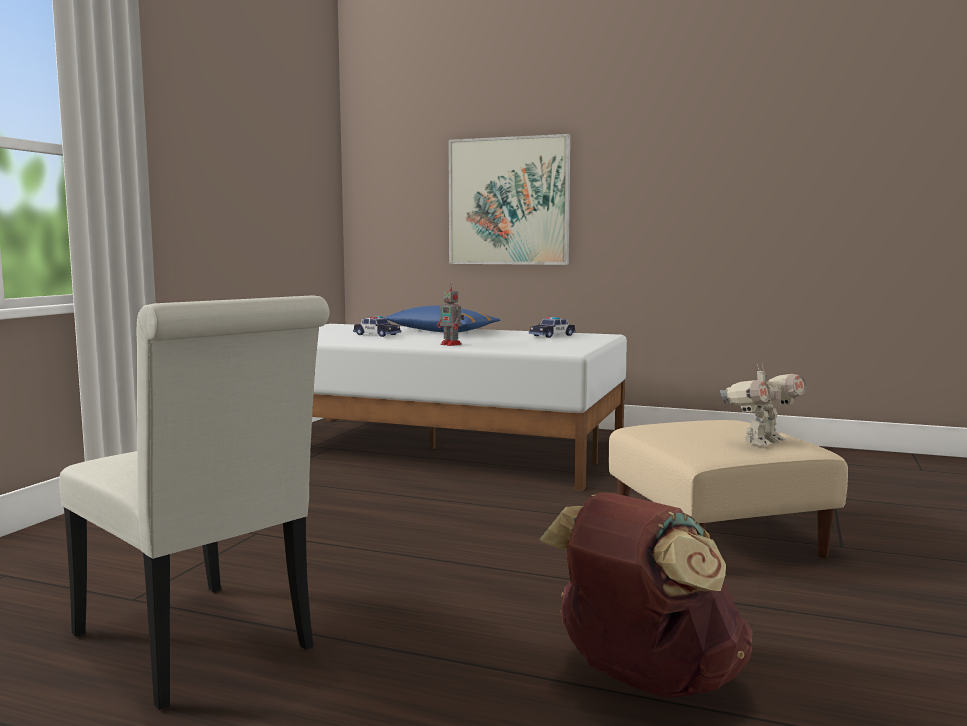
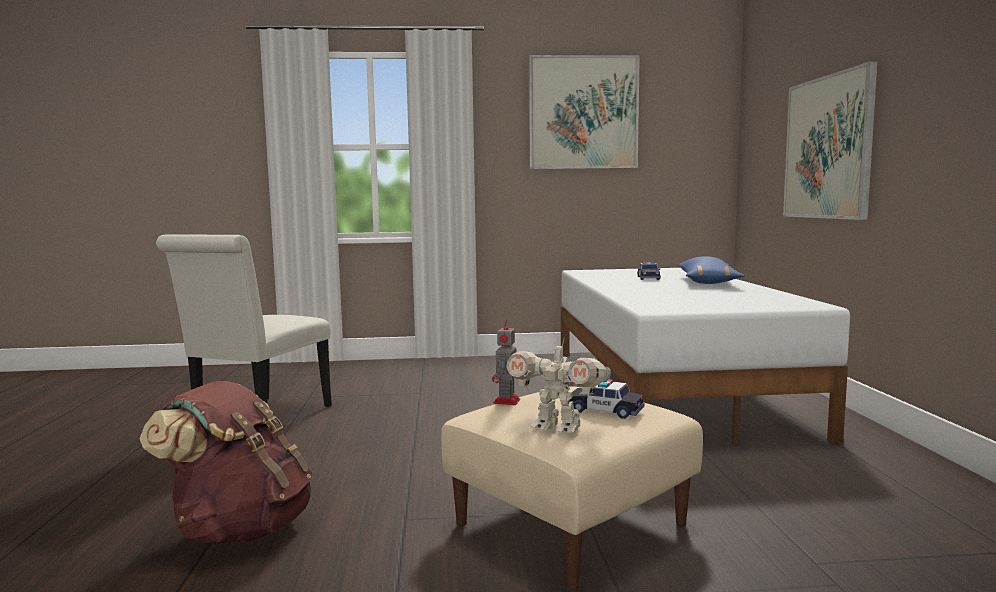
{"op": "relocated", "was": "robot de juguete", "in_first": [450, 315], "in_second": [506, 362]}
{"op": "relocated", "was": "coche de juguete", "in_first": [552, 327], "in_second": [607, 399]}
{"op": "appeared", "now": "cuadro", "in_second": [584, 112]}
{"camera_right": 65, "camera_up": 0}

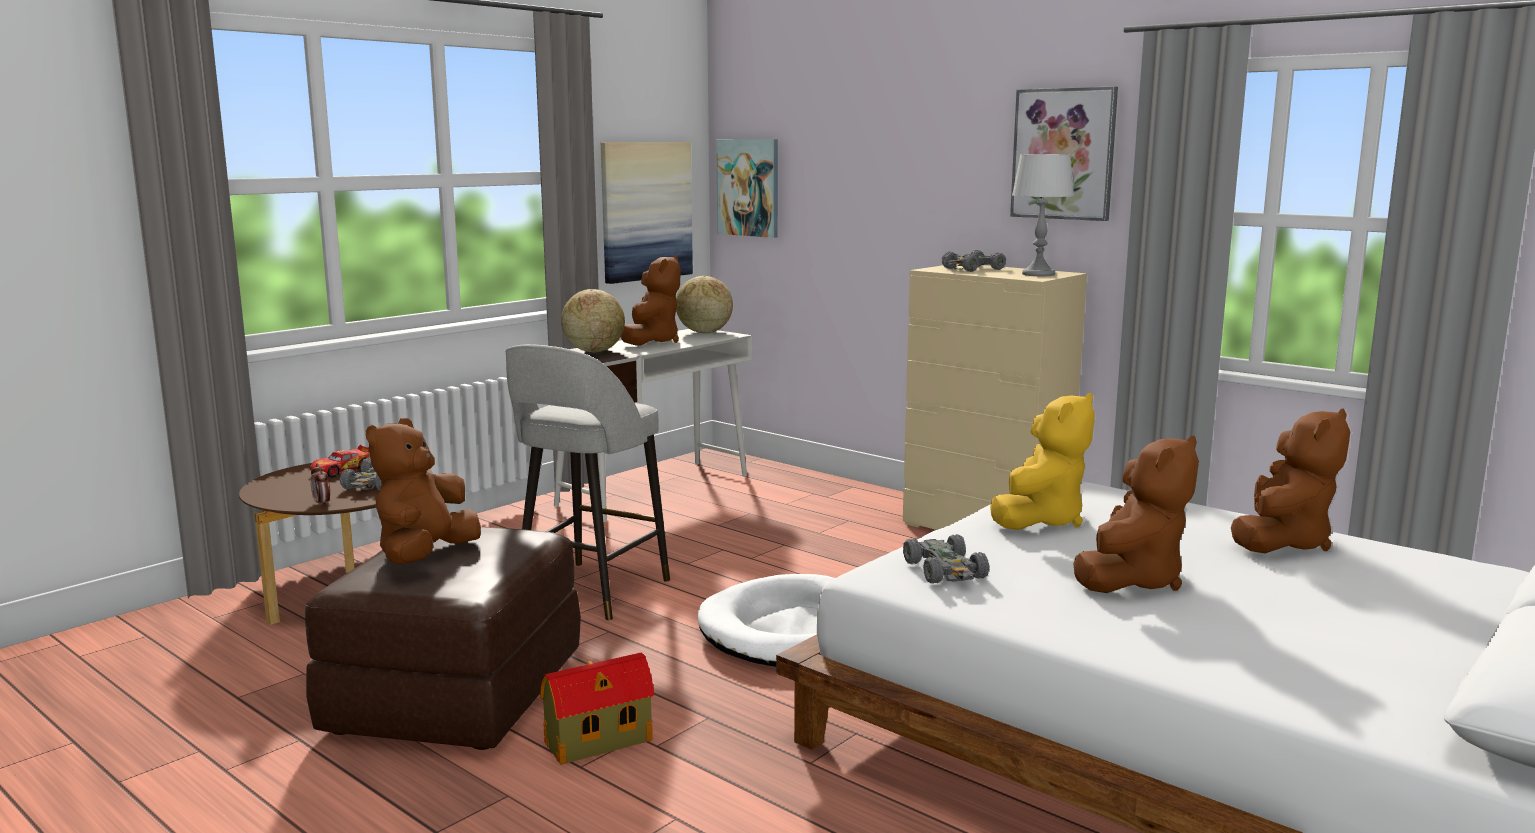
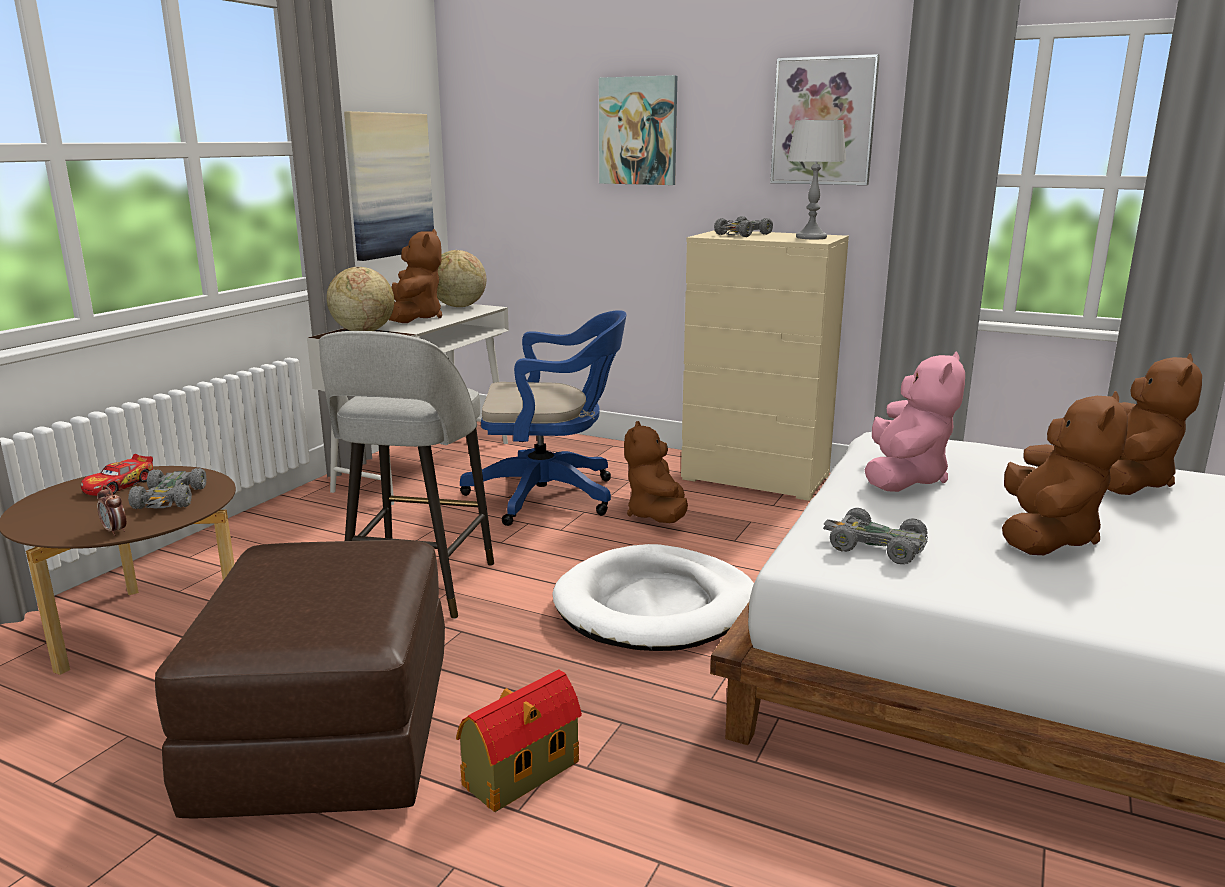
{"op": "relocated", "was": "cuadro", "in_first": [747, 188], "in_second": [638, 130]}
{"op": "colour", "was": "peluche/amarillo", "now": "peluche/rosa", "in_first": [1042, 461], "in_second": [915, 421]}
{"op": "relocated", "was": "peluche/marrón", "in_first": [423, 491], "in_second": [656, 472]}
{"op": "spun", "was": "coche de juguete/gris", "in_first": [946, 559], "in_second": [875, 536], "clockwise": 150}
{"op": "appeared", "now": "silla de oficina/azul", "in_second": [543, 418]}
{"camera_right": -15, "camera_up": 5}

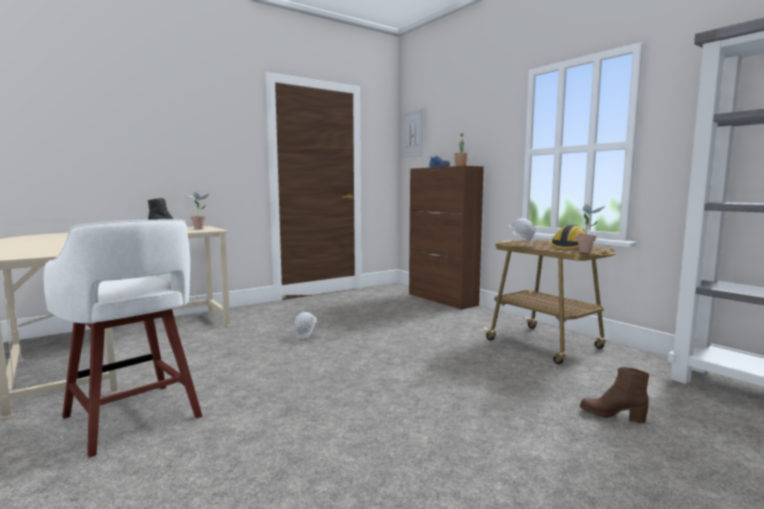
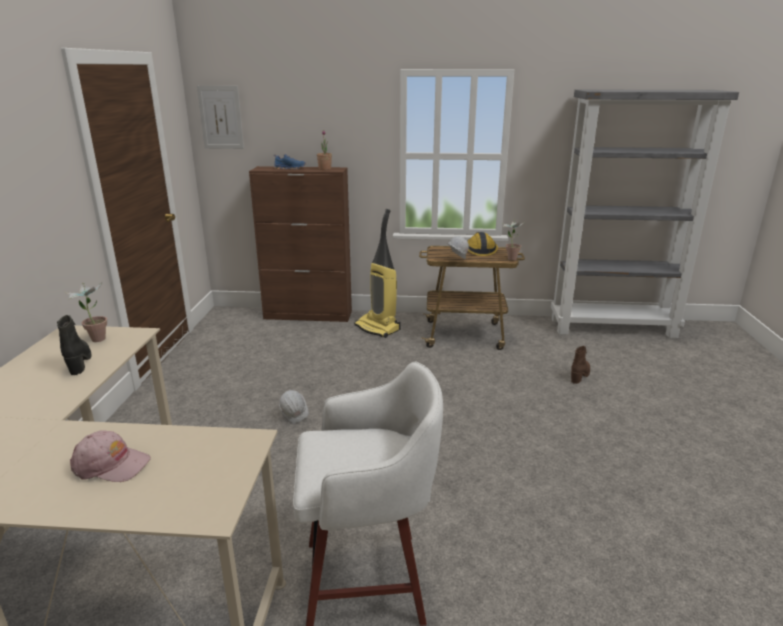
{"op": "spun", "was": "bota/marrón", "in_first": [614, 395], "in_second": [580, 365], "clockwise": 150}
{"op": "appeared", "now": "aspiradora", "in_second": [377, 273]}
{"op": "appeared", "now": "gorra/rosa", "in_second": [110, 456]}
{"camera_right": -50, "camera_up": 15}

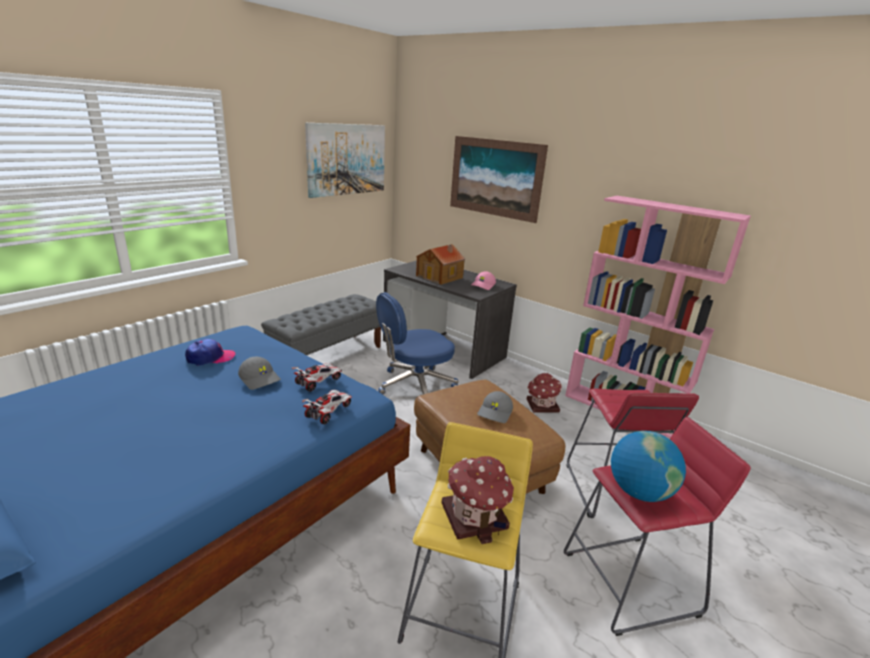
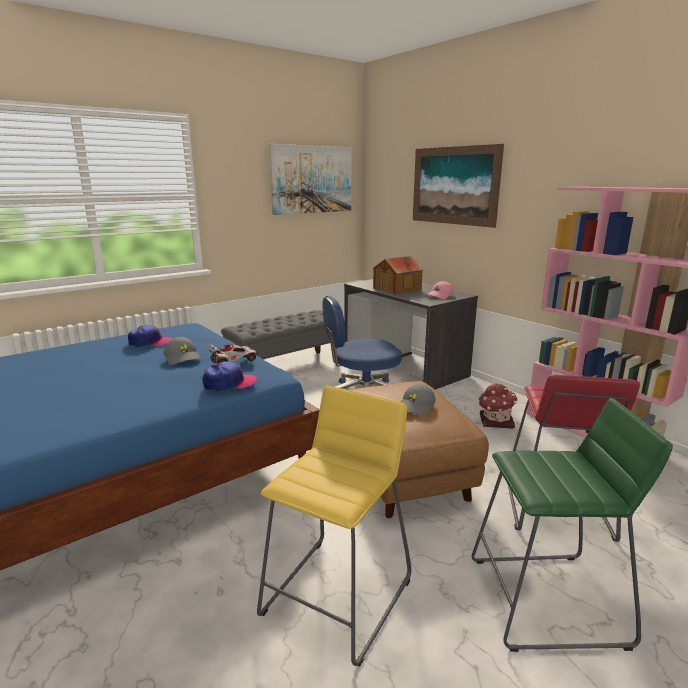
{"op": "exchanged", "was": "coche de juguete", "now": "gorra", "in_first": [327, 407], "in_second": [230, 376]}
{"op": "colour", "was": "taburete/rojo", "now": "taburete/verde", "in_first": [657, 526], "in_second": [572, 525]}
{"op": "missing", "was": "globo terráqueo", "in_first": [648, 466]}
{"op": "missing", "was": "casita", "in_first": [477, 500]}
{"camera_right": 15, "camera_up": -5}

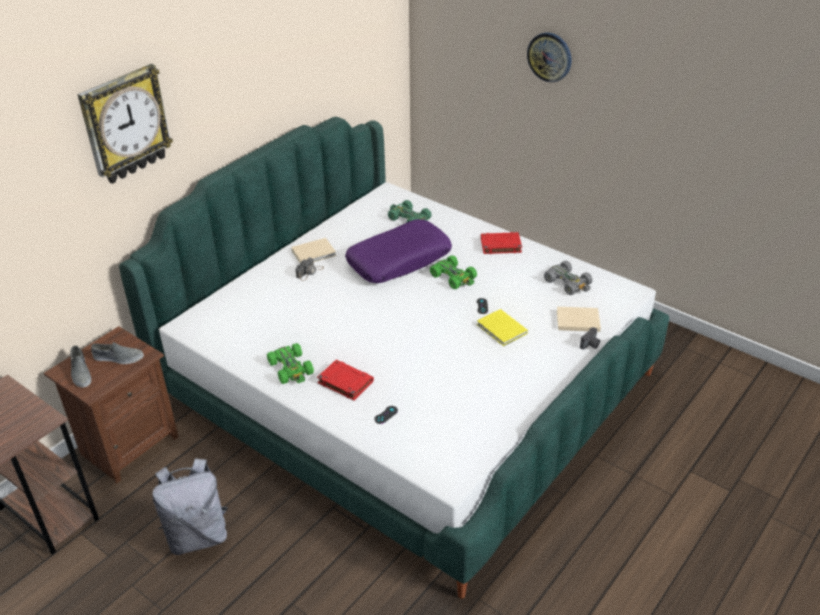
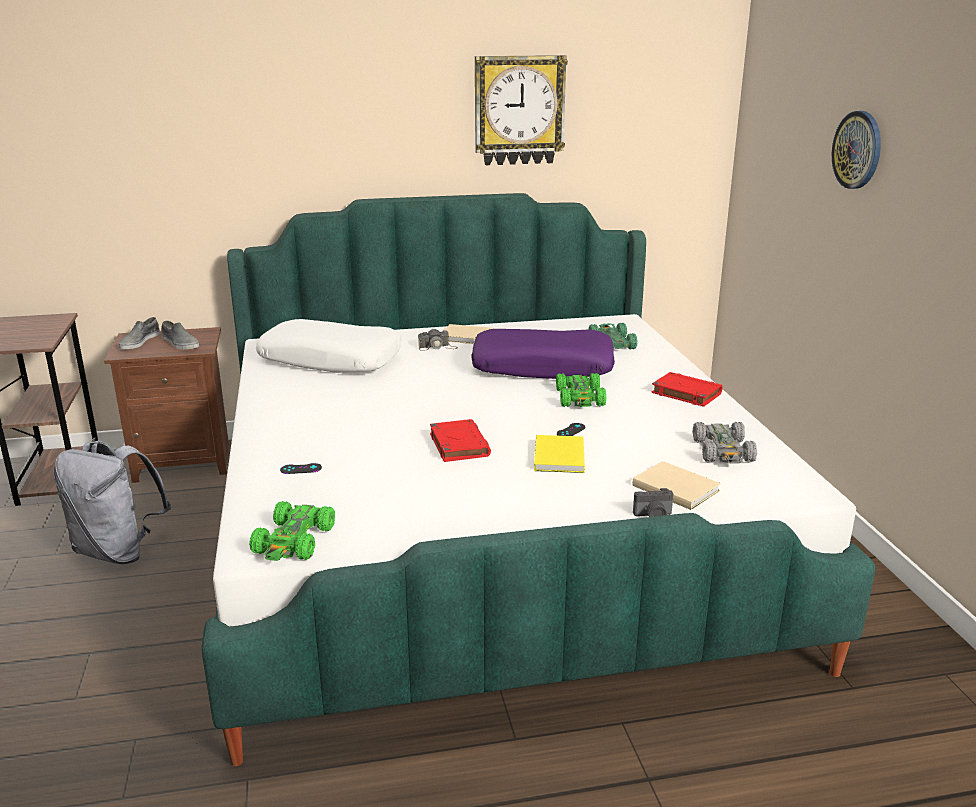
{"op": "relocated", "was": "reloj de pared", "in_first": [125, 124], "in_second": [521, 110]}
{"op": "relocated", "was": "coche de juguete/verde", "in_first": [290, 363], "in_second": [292, 531]}
{"op": "relocated", "was": "libro/rojo", "in_first": [345, 380], "in_second": [460, 440]}
{"op": "appeared", "now": "cojín/blanco", "in_second": [329, 346]}
{"camera_right": 40, "camera_up": -15}

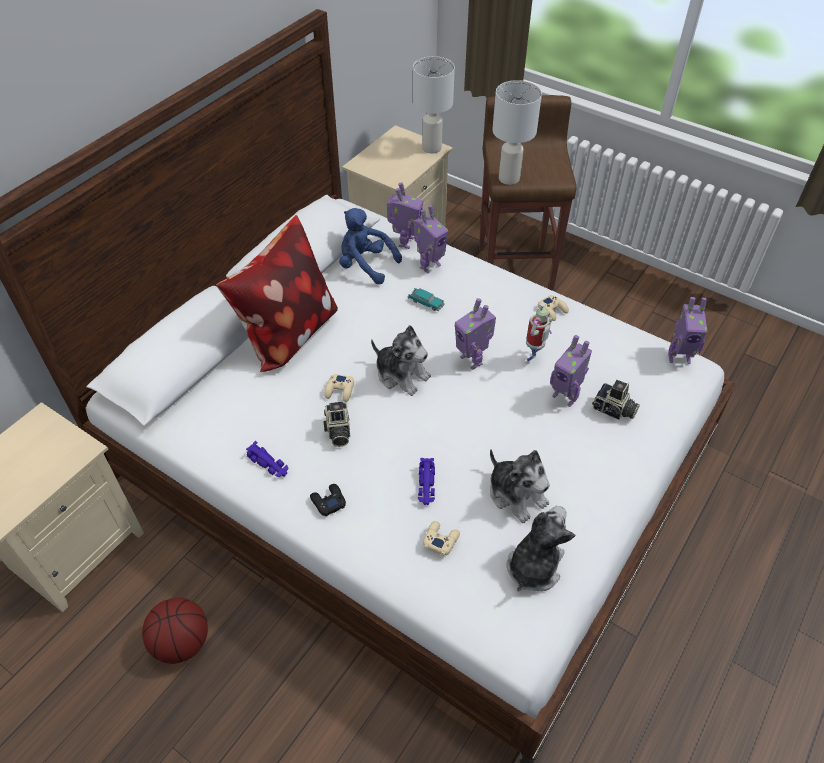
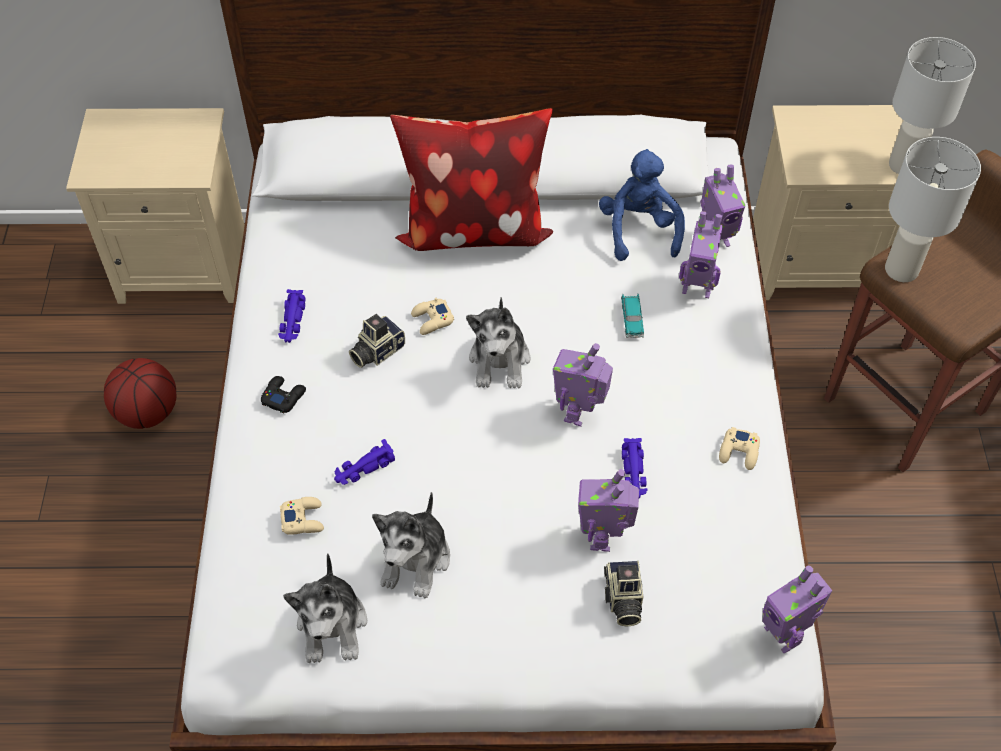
{"op": "exchanged", "was": "robot de juguete", "now": "coche de juguete/morado", "in_first": [539, 333], "in_second": [635, 468]}
{"op": "spun", "was": "peluche", "in_first": [541, 549], "in_second": [325, 608], "clockwise": 90}
{"camera_right": 55, "camera_up": 5}

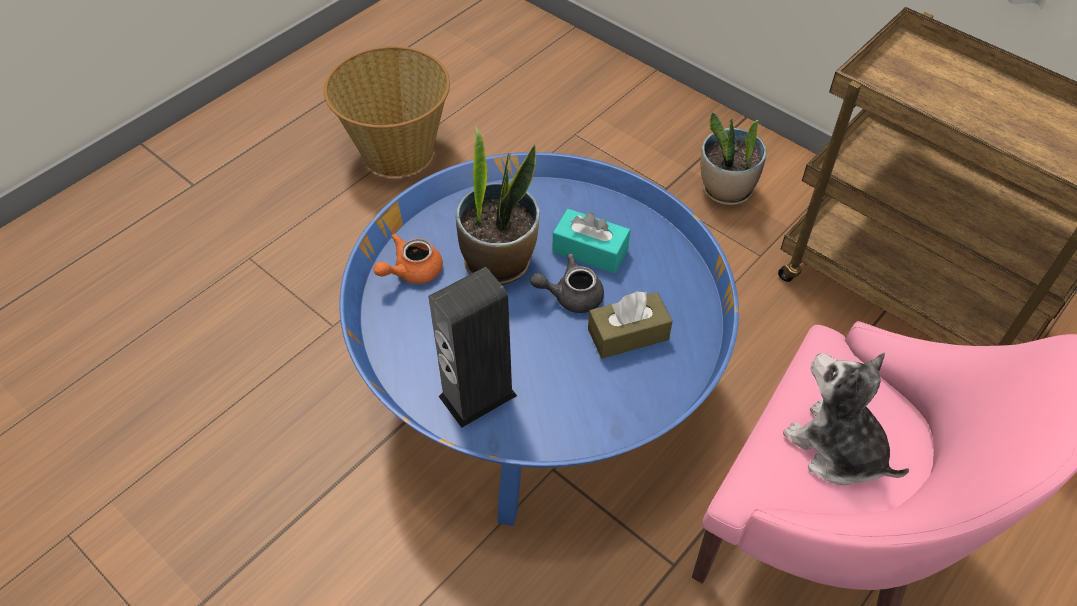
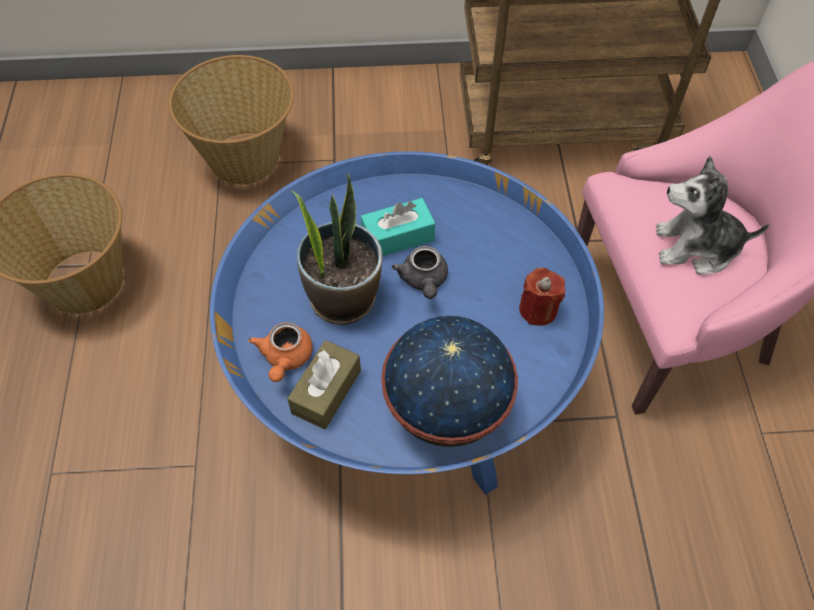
{"op": "missing", "was": "planta en maceta", "in_first": [733, 158]}
{"op": "spun", "was": "tetera/gris", "in_first": [567, 283], "in_second": [420, 272], "clockwise": -45}
{"op": "exchanged", "was": "altavoz", "now": "globo terráqueo", "in_first": [473, 347], "in_second": [449, 381]}
{"op": "relocated", "was": "caja de pañuelos/marrón", "in_first": [630, 325], "in_second": [324, 384]}
{"op": "appeared", "now": "cesta", "in_second": [231, 120]}
{"op": "appeared", "now": "vela/rojo", "in_second": [542, 297]}
{"camera_right": -45, "camera_up": 5}

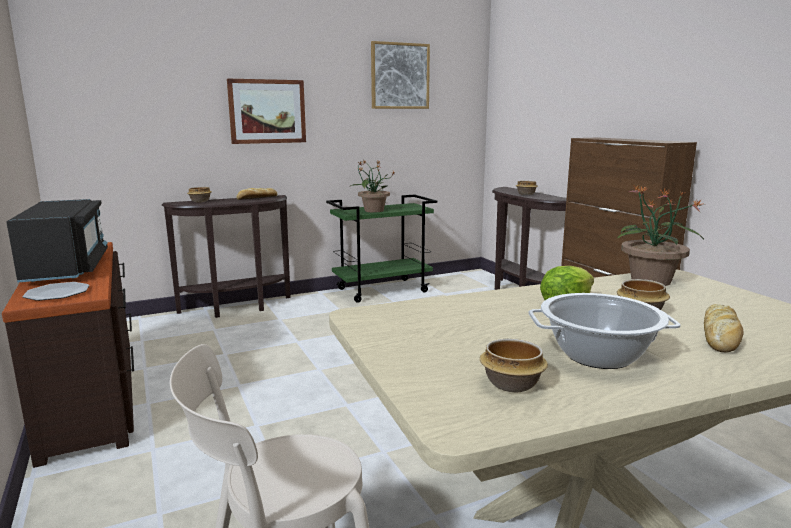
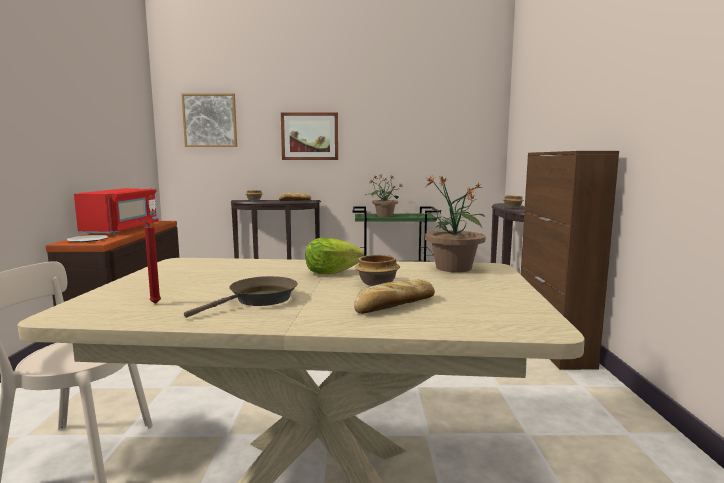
{"op": "relocated", "was": "cuadro", "in_first": [400, 75], "in_second": [209, 120]}
{"op": "colour", "was": "microondas/negro", "now": "microondas/rojo", "in_first": [57, 240], "in_second": [116, 211]}
{"op": "exchanged", "was": "olla", "now": "sartén/marrón", "in_first": [604, 331], "in_second": [241, 297]}
{"op": "exchanged", "was": "cuenco", "now": "vela/rojo", "in_first": [514, 365], "in_second": [150, 261]}
{"camera_right": 25, "camera_up": -5}

